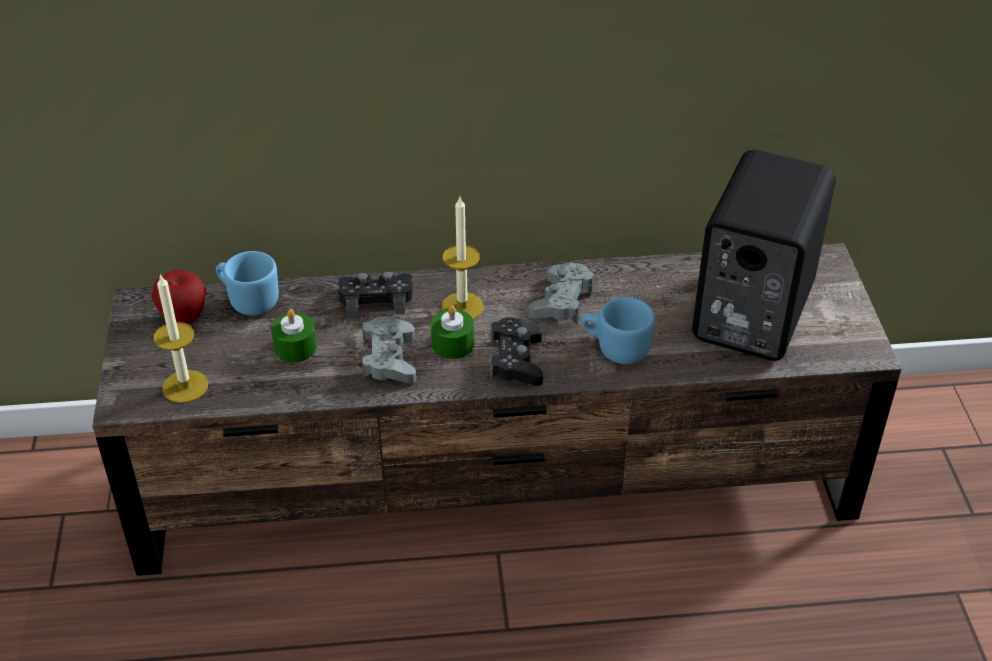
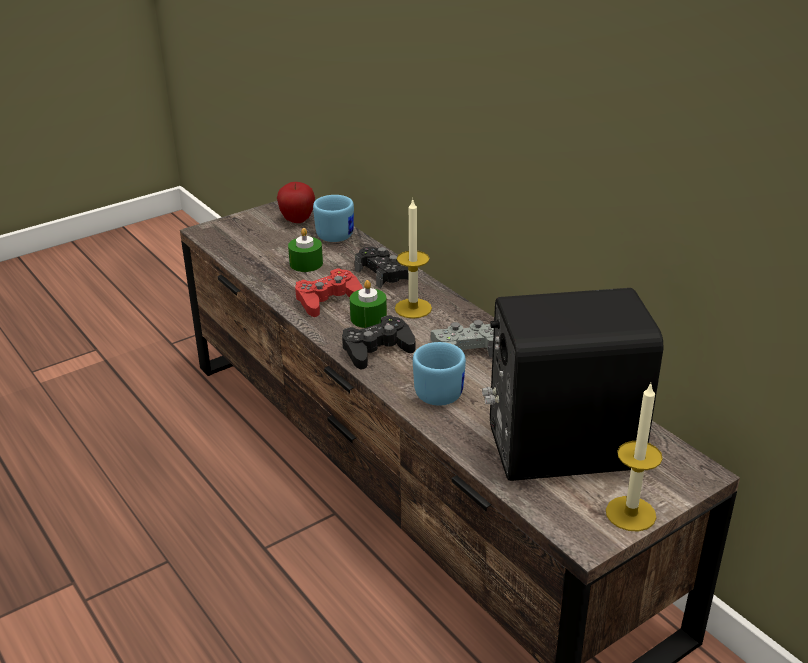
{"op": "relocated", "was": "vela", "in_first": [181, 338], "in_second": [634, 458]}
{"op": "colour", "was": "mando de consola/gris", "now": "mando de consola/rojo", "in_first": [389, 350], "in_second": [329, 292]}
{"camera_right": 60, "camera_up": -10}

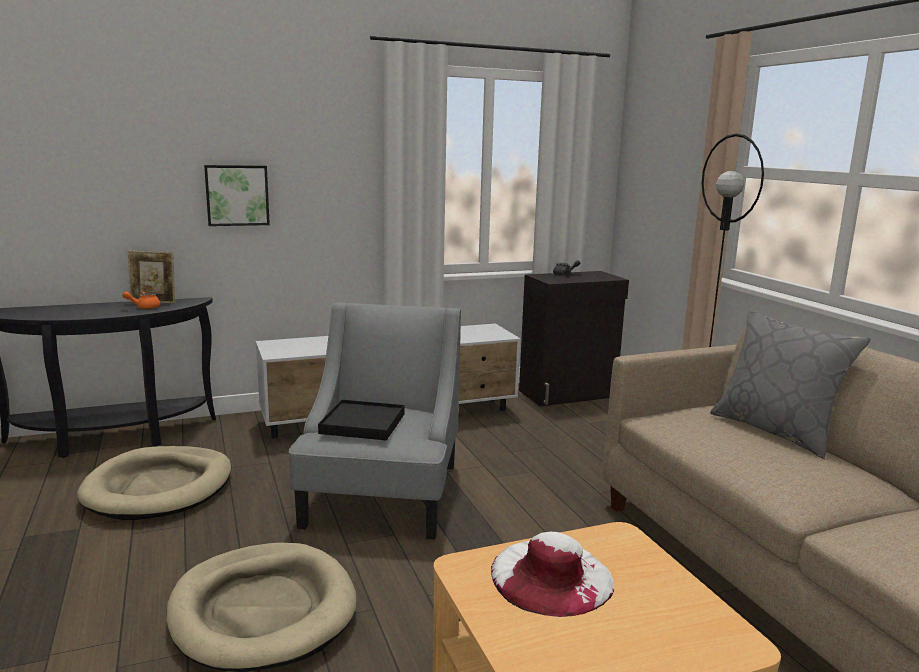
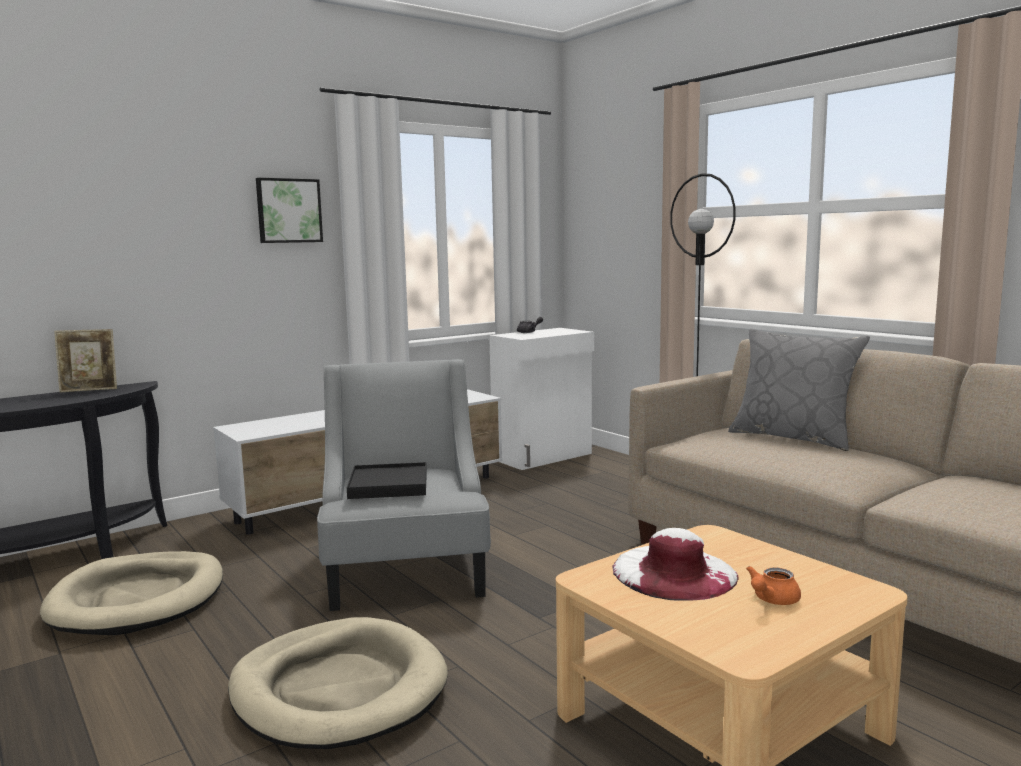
{"op": "relocated", "was": "cuadro", "in_first": [237, 195], "in_second": [289, 210]}
{"op": "colour", "was": "armario/negro", "now": "armario/blanco", "in_first": [574, 338], "in_second": [541, 399]}
{"op": "relocated", "was": "tetera/naranja", "in_first": [141, 300], "in_second": [773, 585]}
{"camera_right": -15, "camera_up": -5}

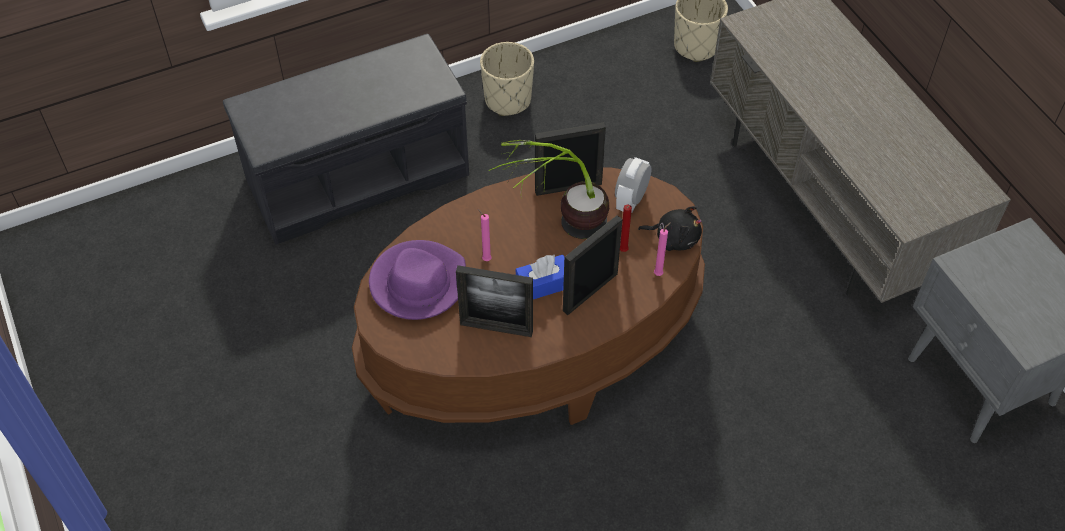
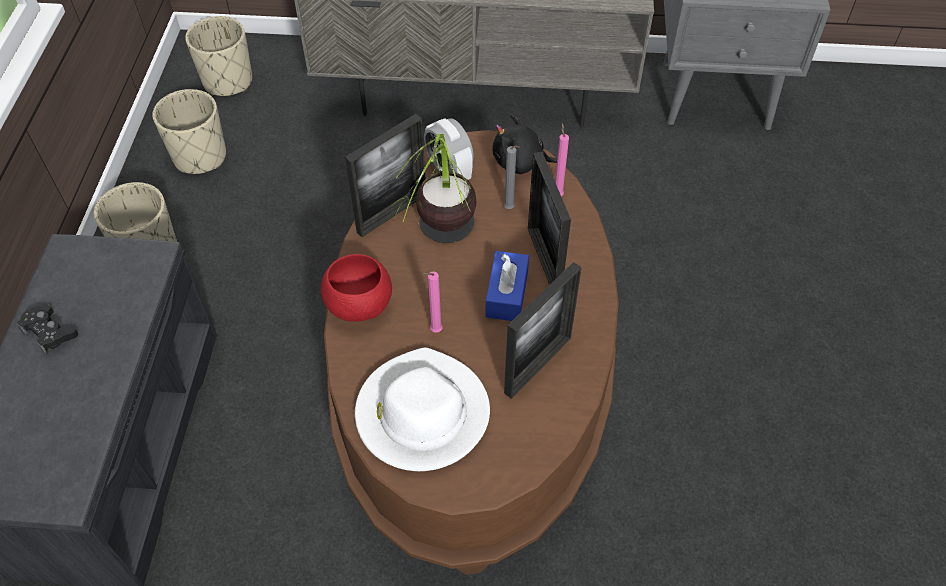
{"op": "spun", "was": "portarretratos", "in_first": [570, 159], "in_second": [385, 175], "clockwise": -150}
{"op": "colour", "was": "vela/rojo", "now": "vela/gris", "in_first": [626, 228], "in_second": [511, 177]}
{"op": "spun", "was": "peluche/negro", "in_first": [670, 228], "in_second": [524, 144], "clockwise": -120}
{"op": "colour", "was": "sombrero/morado", "now": "sombrero/blanco", "in_first": [417, 280], "in_second": [422, 409]}
{"op": "appeared", "now": "maceta/beis", "in_second": [189, 131]}
{"op": "appeared", "now": "cuenco/rojo", "in_second": [356, 288]}
{"op": "appeared", "now": "mando de consola/negro", "in_second": [47, 329]}
{"camera_right": -60, "camera_up": 0}

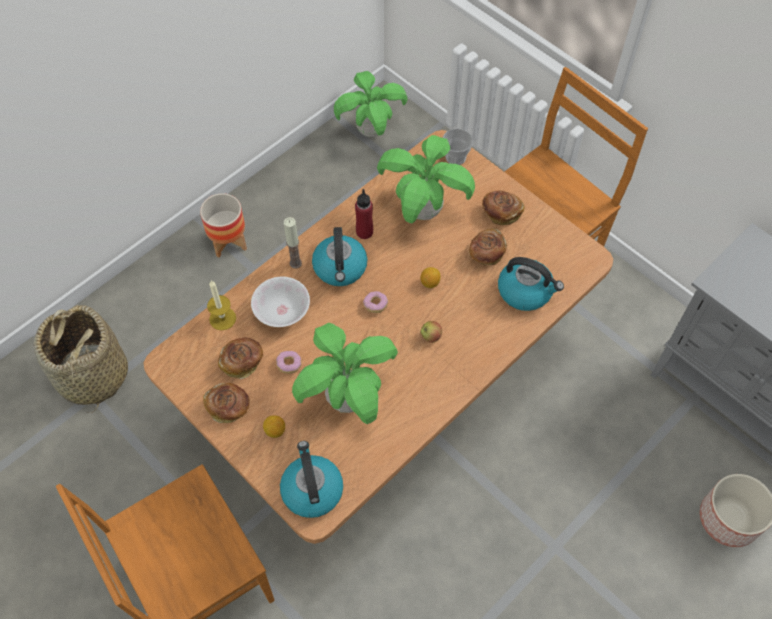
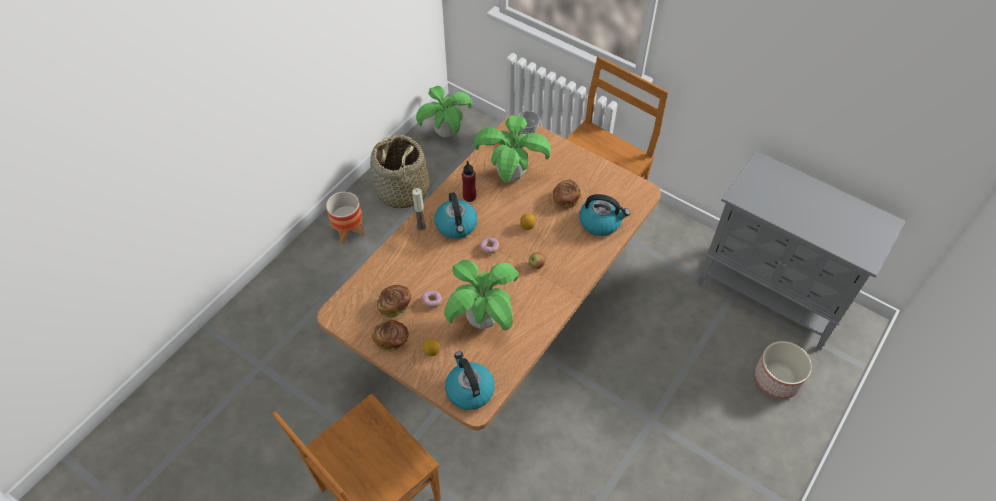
{"op": "missing", "was": "pan", "in_first": [503, 208]}
{"op": "missing", "was": "cuenco/blanco", "in_first": [280, 302]}
{"op": "missing", "was": "vela", "in_first": [221, 305]}
{"op": "relocated", "was": "cesta", "in_first": [81, 359], "in_second": [399, 171]}
{"camera_right": -10, "camera_up": -5}

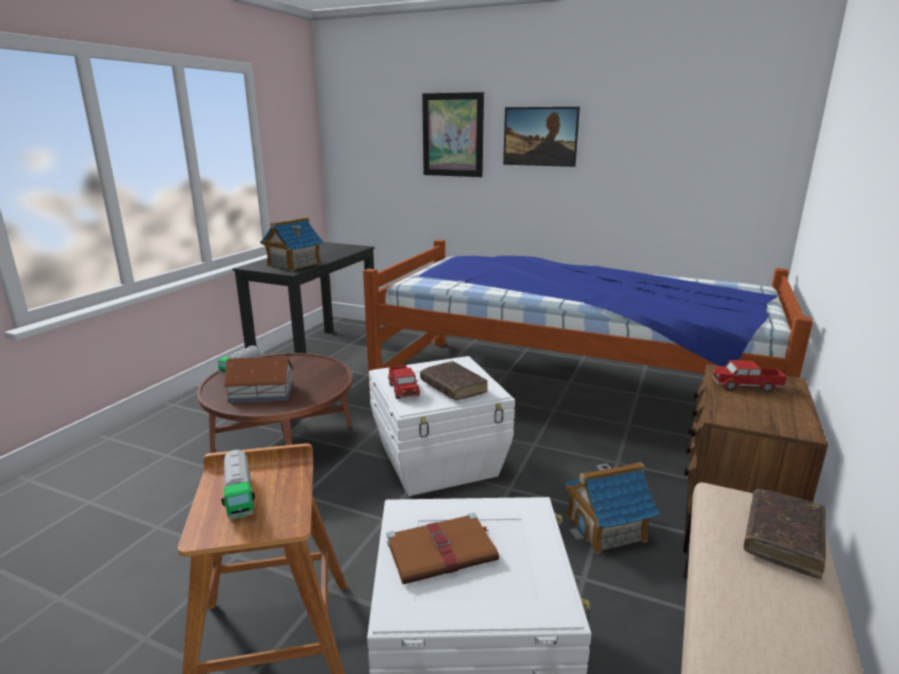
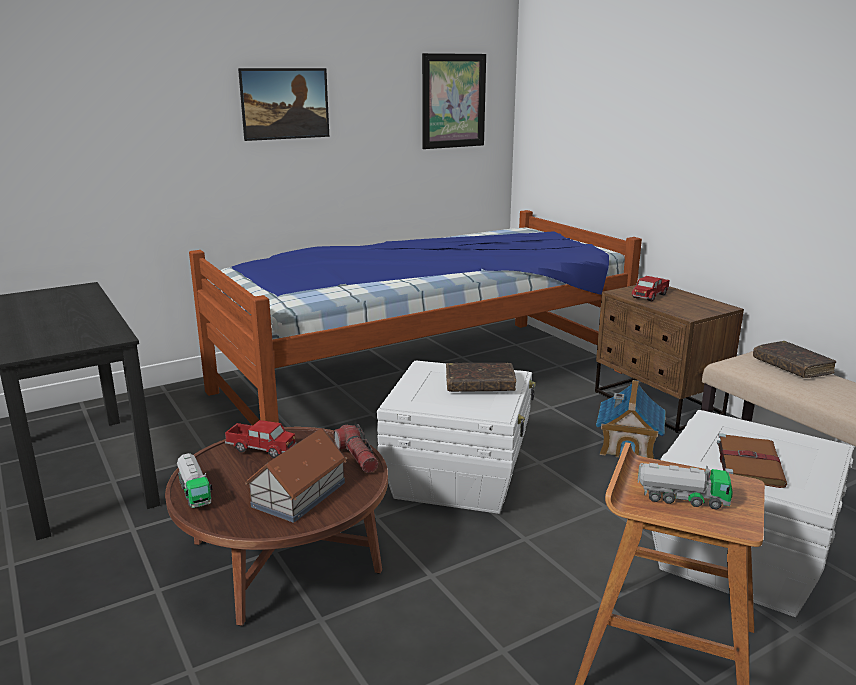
{"op": "relocated", "was": "cuadro", "in_first": [453, 134], "in_second": [454, 101]}
{"op": "missing", "was": "casita", "in_first": [291, 244]}
{"op": "relocated", "was": "camión de juguete", "in_first": [404, 382], "in_second": [261, 439]}
{"op": "appeared", "now": "linterna", "in_second": [356, 448]}
{"camera_right": -55, "camera_up": 0}

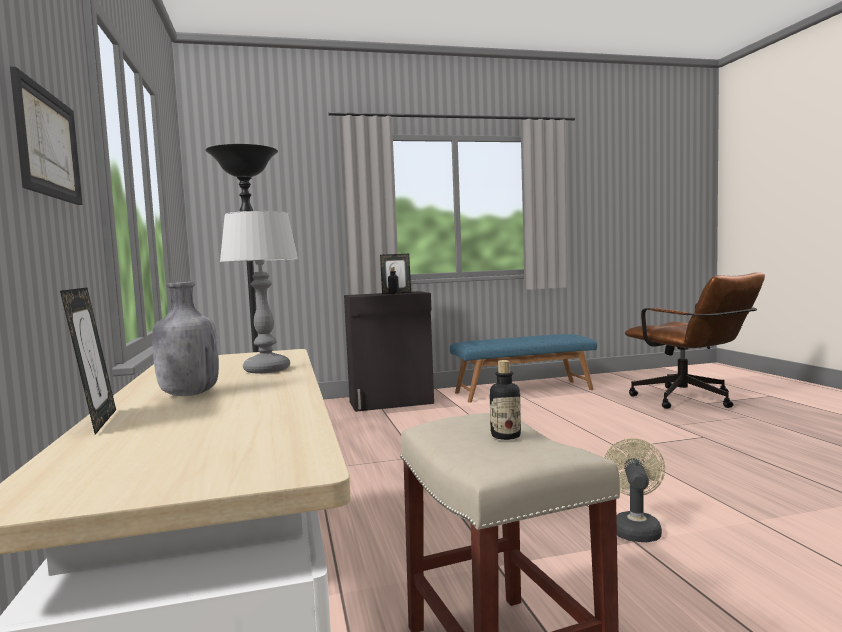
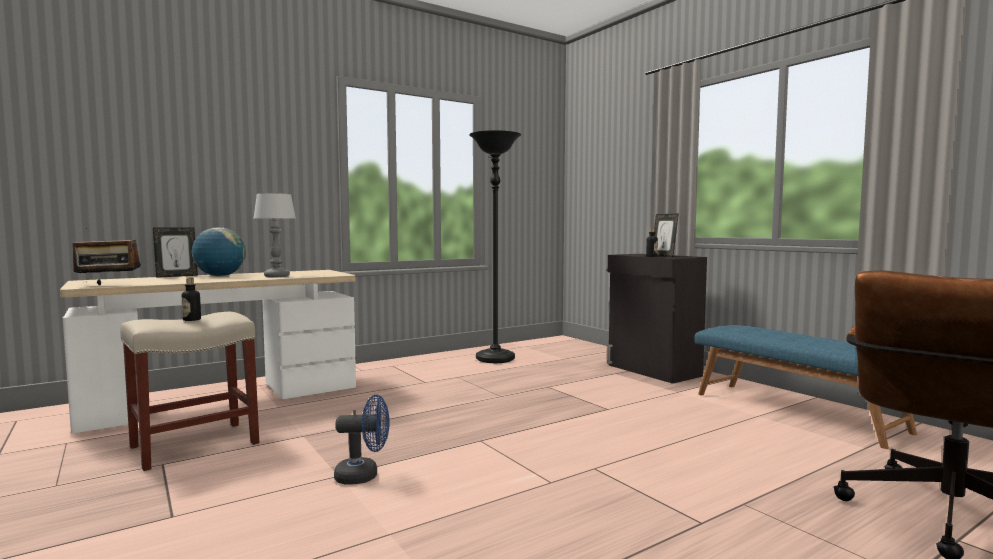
{"op": "missing", "was": "cuadro", "in_first": [46, 136]}
{"op": "exchanged", "was": "botella/gris", "now": "globo terráqueo", "in_first": [185, 339], "in_second": [219, 252]}
{"op": "colour", "was": "ventilador/beis", "now": "ventilador/azul", "in_first": [634, 490], "in_second": [362, 439]}
{"op": "appeared", "now": "radio", "in_second": [107, 256]}
{"camera_right": 70, "camera_up": 0}

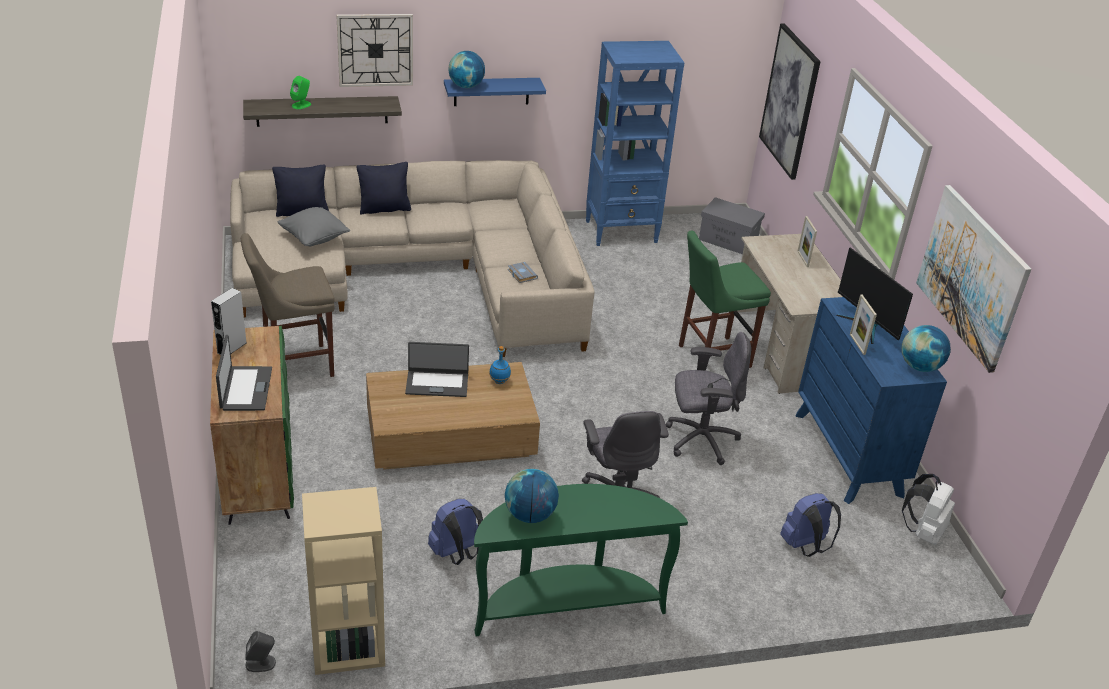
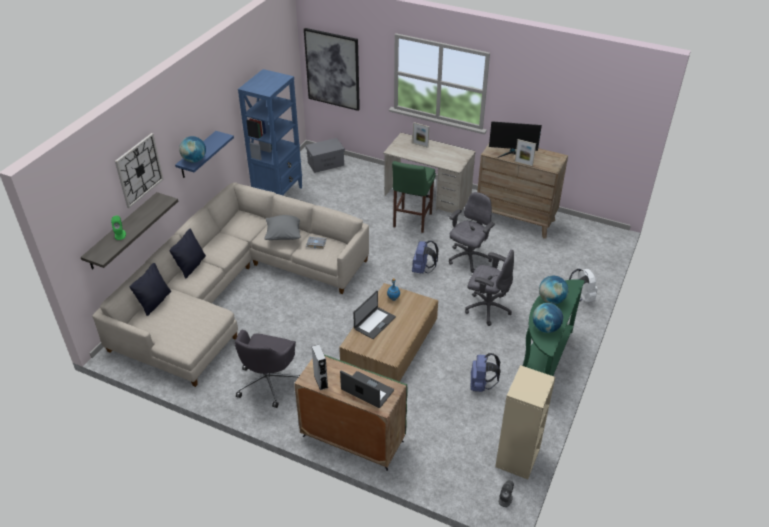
{"op": "missing", "was": "cuadro", "in_first": [973, 279]}
{"op": "relocated", "was": "cojín/gris", "in_first": [314, 226], "in_second": [283, 227]}
{"op": "exchanged", "was": "taburete/beis", "now": "silla de oficina/gris", "in_first": [288, 305], "in_second": [267, 369]}
{"op": "colour", "was": "cómoda/azul", "now": "cómoda/marrón", "in_first": [871, 400], "in_second": [522, 191]}
{"op": "relocated", "was": "globo terráqueo", "in_first": [926, 348], "in_second": [553, 290]}
{"op": "relocated", "was": "mochila/blanco", "in_first": [928, 509], "in_second": [583, 285]}
{"op": "relocated", "was": "mochila/azul", "in_first": [810, 525], "in_second": [425, 257]}
{"camera_right": -50, "camera_up": 5}

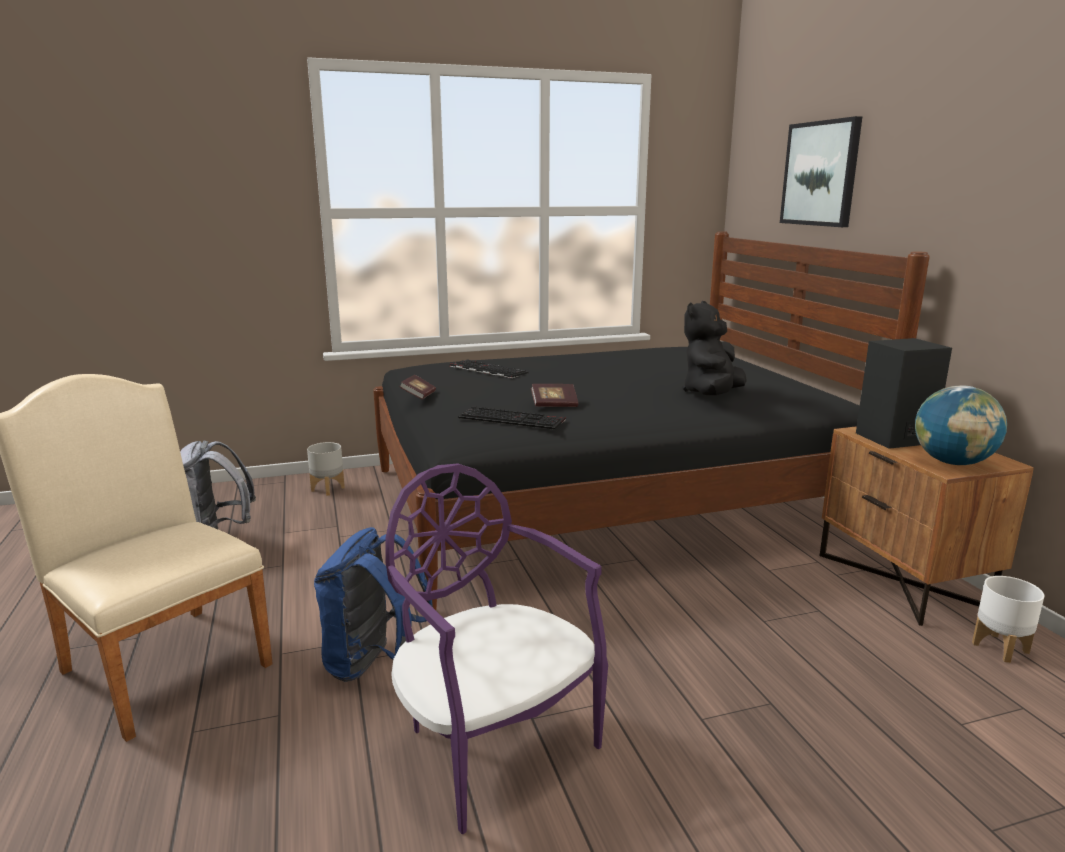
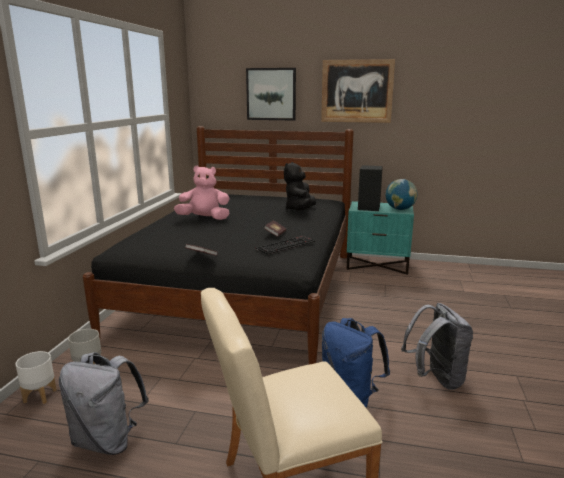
{"op": "spun", "was": "peluche/negro", "in_first": [715, 348], "in_second": [300, 186], "clockwise": 45}
{"op": "missing", "was": "teclado", "in_first": [489, 368]}
{"op": "colour", "was": "mesita de noche/marrón", "now": "mesita de noche/turquesa", "in_first": [926, 526], "in_second": [380, 238]}
{"op": "exchanged", "was": "silla/morado", "now": "mochila/gris", "in_first": [496, 648], "in_second": [437, 346]}
{"op": "relocated", "was": "maceta/blanco", "in_first": [1008, 619], "in_second": [36, 377]}
{"op": "appeared", "now": "cuadro", "in_second": [358, 91]}
{"op": "appeared", "now": "peluche/rosa", "in_second": [202, 192]}
{"camera_right": -60, "camera_up": 0}

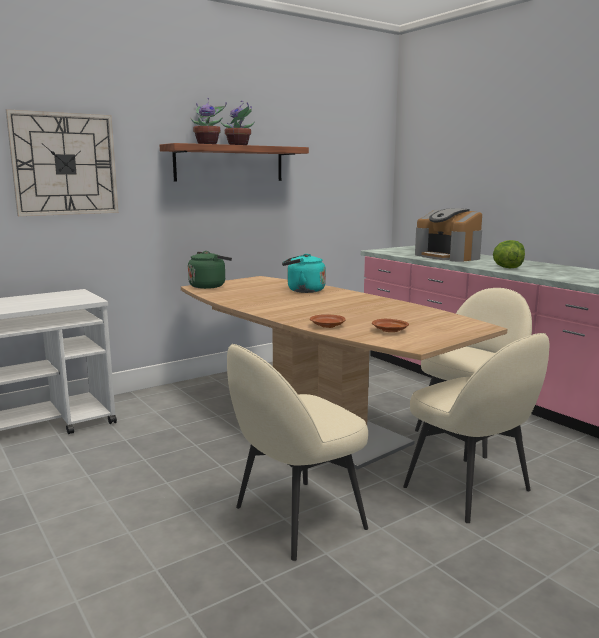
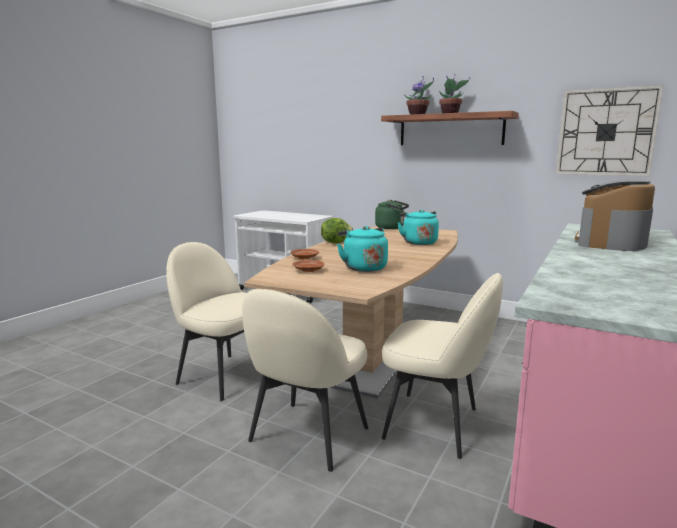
{"op": "relocated", "was": "reloj de pared", "in_first": [62, 162], "in_second": [610, 130]}
{"op": "relocated", "was": "lechuga", "in_first": [509, 254], "in_second": [337, 230]}
{"op": "appeared", "now": "hervidor/turquesa", "in_second": [362, 249]}
{"camera_right": 65, "camera_up": 0}

